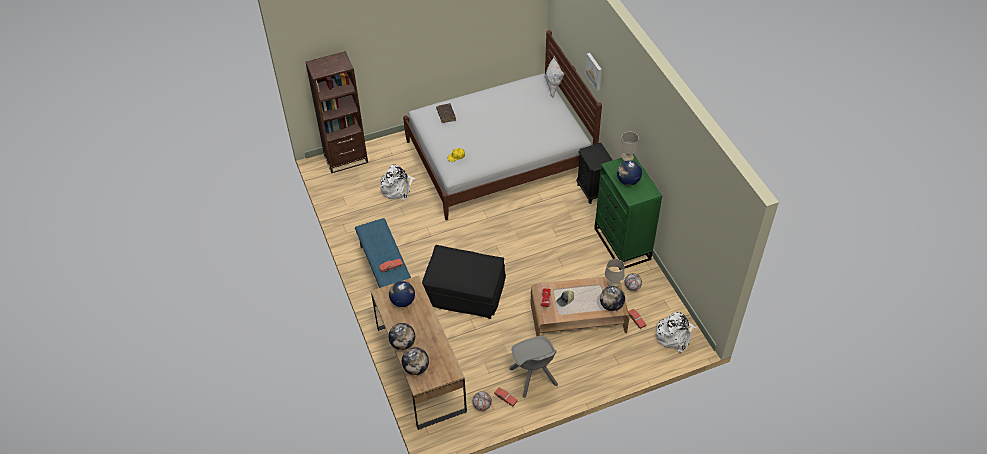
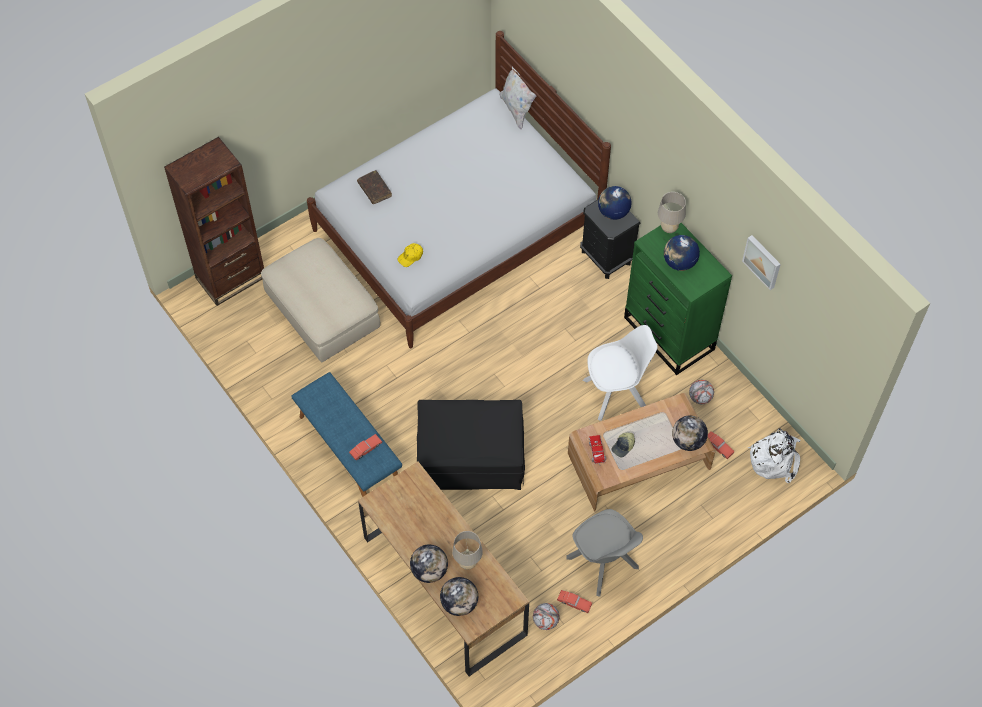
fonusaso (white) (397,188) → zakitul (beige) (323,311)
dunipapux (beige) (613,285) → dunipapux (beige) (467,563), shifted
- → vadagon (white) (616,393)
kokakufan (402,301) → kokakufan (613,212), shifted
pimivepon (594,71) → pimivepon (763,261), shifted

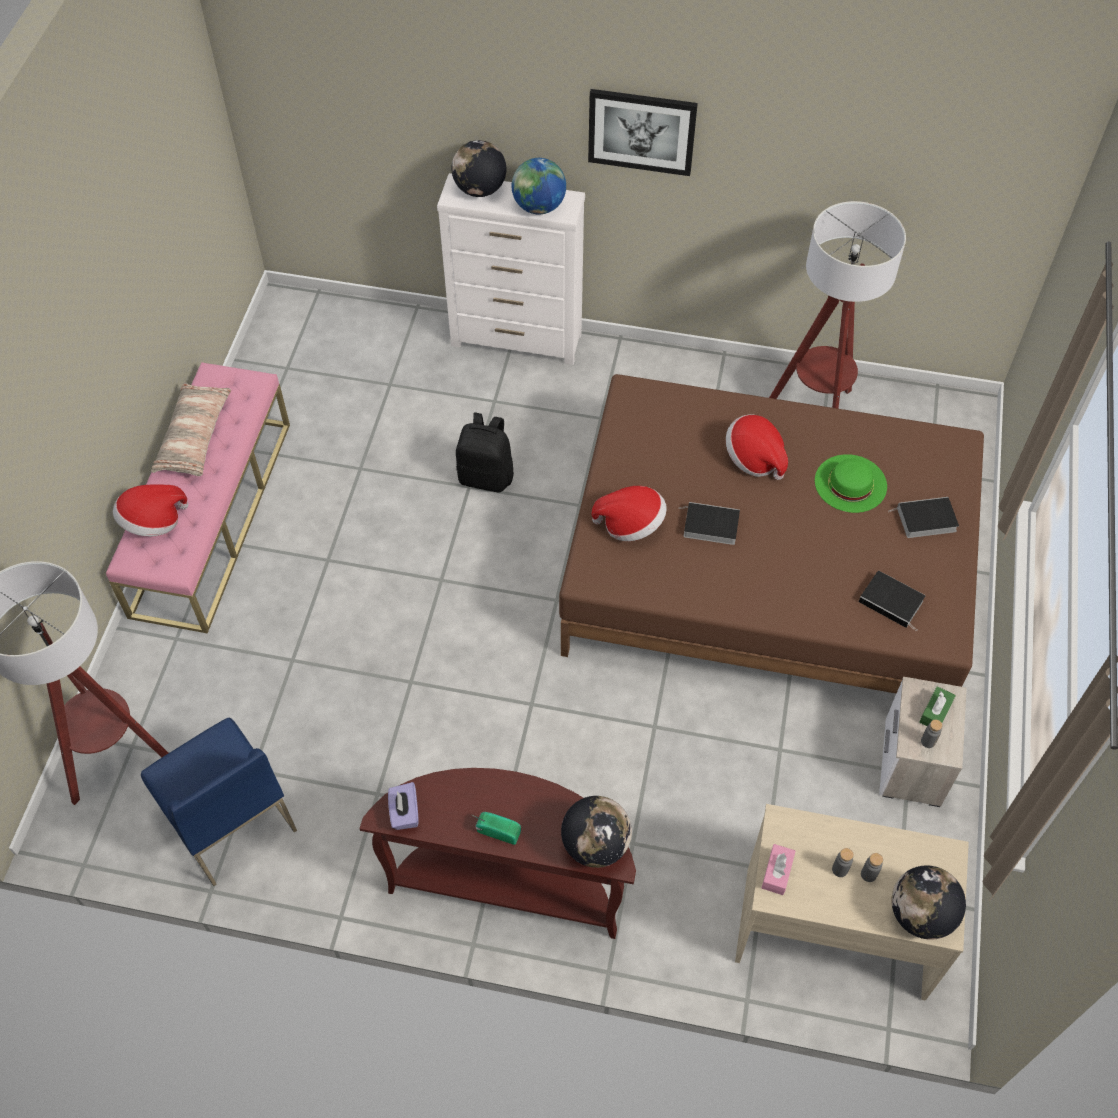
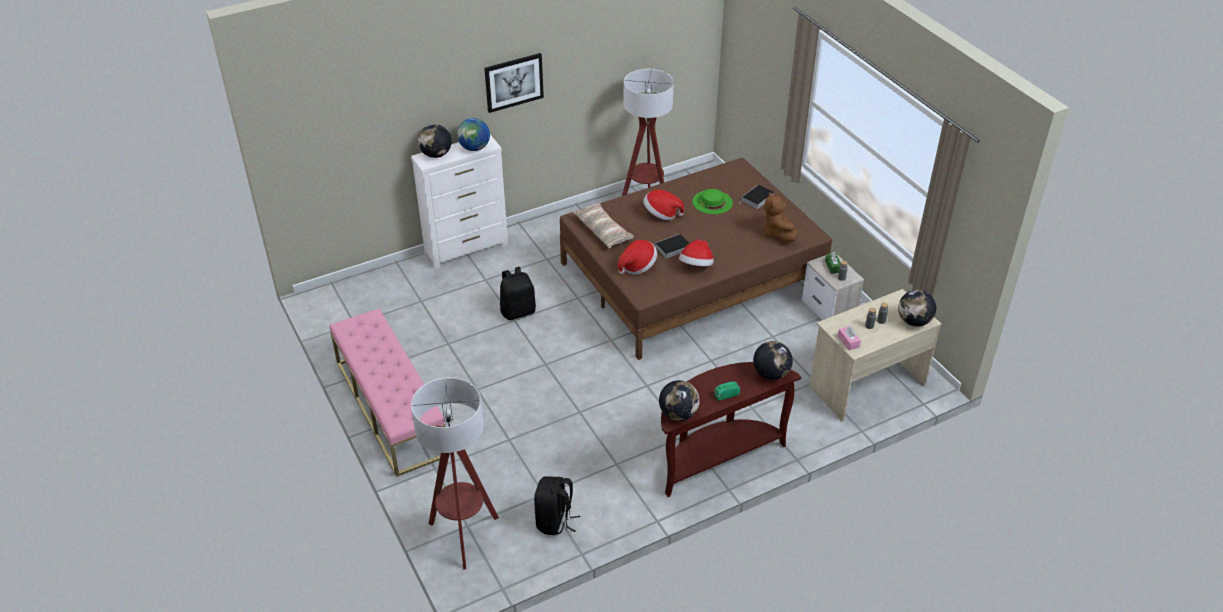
vadagon (blue) (228,819) → fonusaso (black) (555,521)
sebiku (195,437) → sebiku (603,231), shifted
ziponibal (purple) (404,813) → kokakufan (678,414)
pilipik (153,522) → pilipik (696,266), shifted
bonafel (893,602) → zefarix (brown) (778,233)

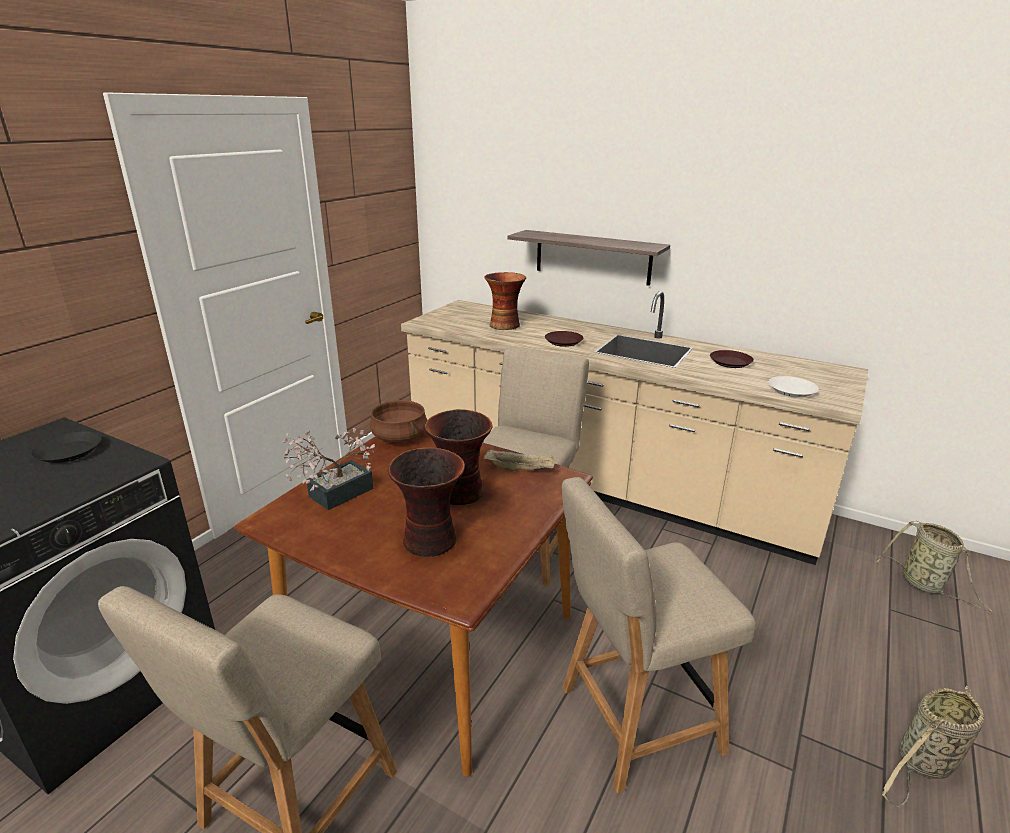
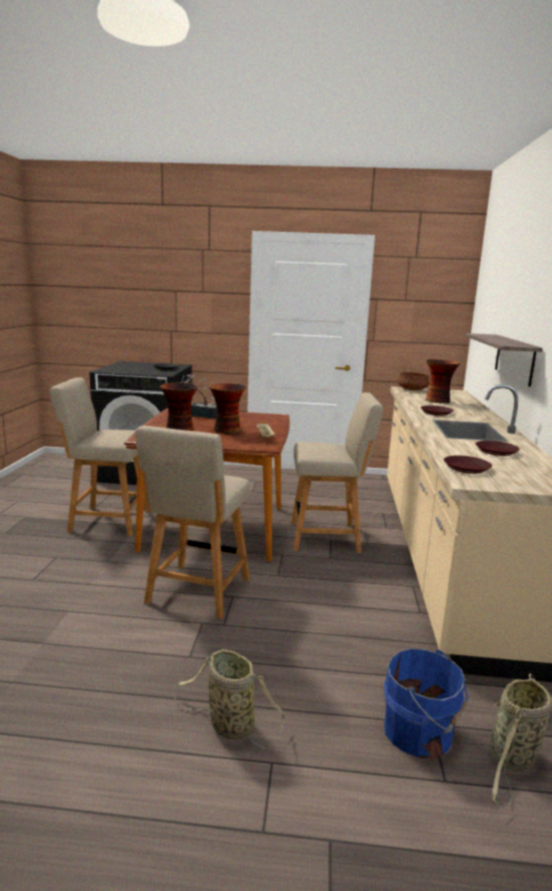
vadagon (beige) (633,721) → vadagon (beige) (196,593), 120 degrees counterclockwise
- → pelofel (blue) (421,733)
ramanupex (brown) (400,437) → ramanupex (brown) (412,390), shifted
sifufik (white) (792,390) → sifufik (brown) (467,468)

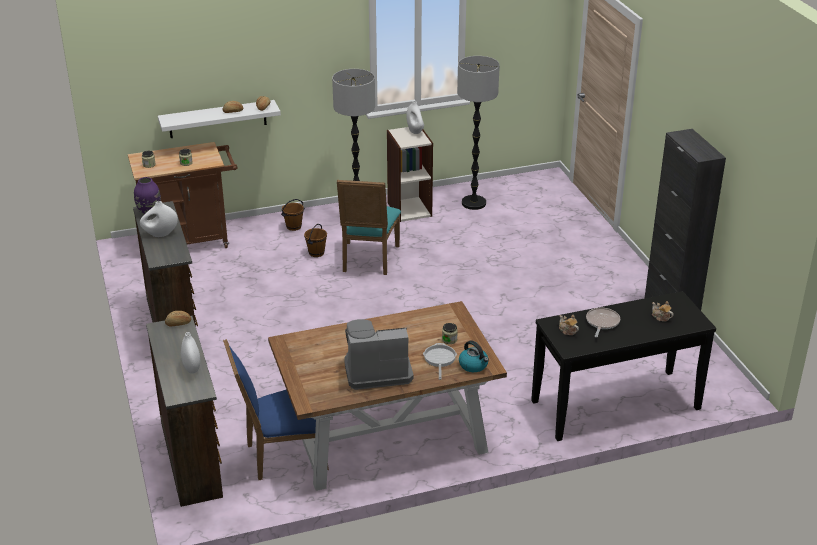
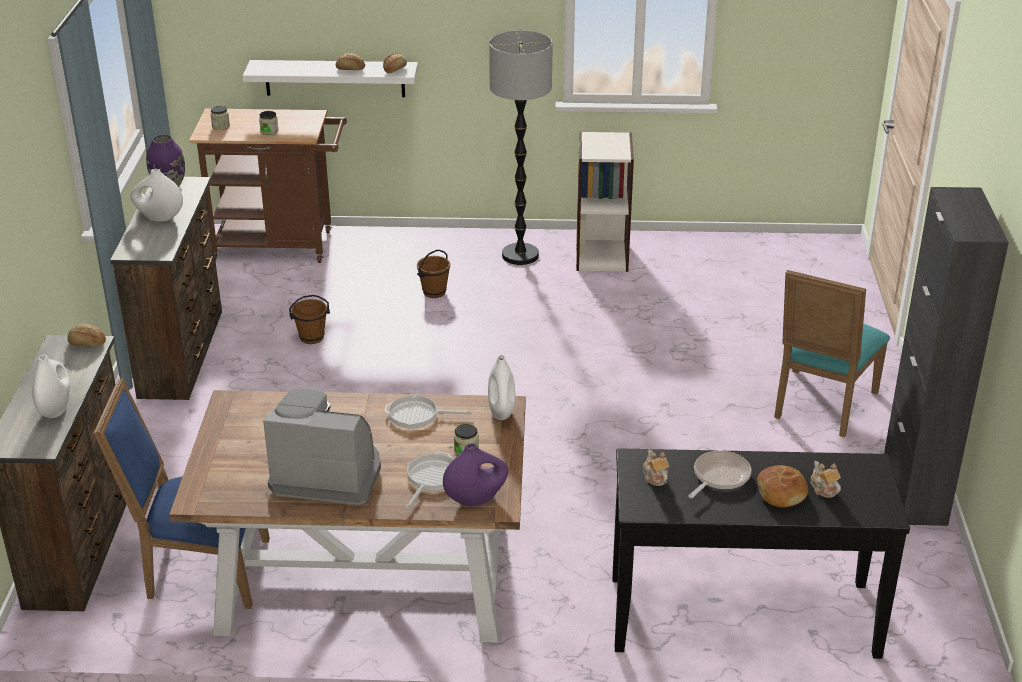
pelofel (brown) (293,227) → pelofel (brown) (311,337), shifted
- → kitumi (417,415)
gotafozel (474,365) → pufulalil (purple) (476,499)
pufulalil (white) (415,131) → pufulalil (white) (501,412), shifted
- → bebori (781,493)
vadagon (turquoise) (368,260) → vadagon (turquoise) (820,407), shifted
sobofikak (474,203) → -

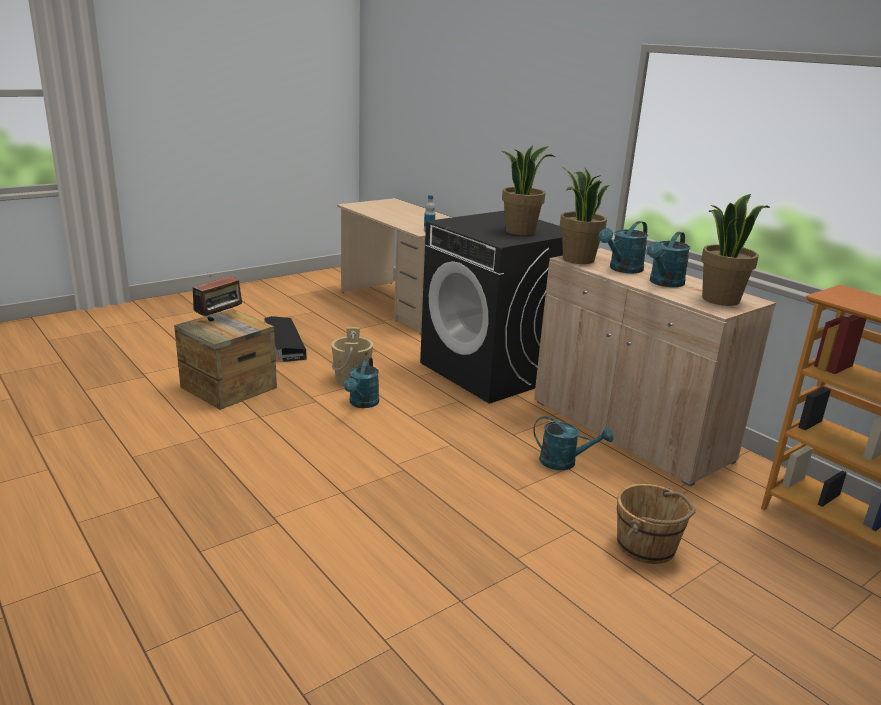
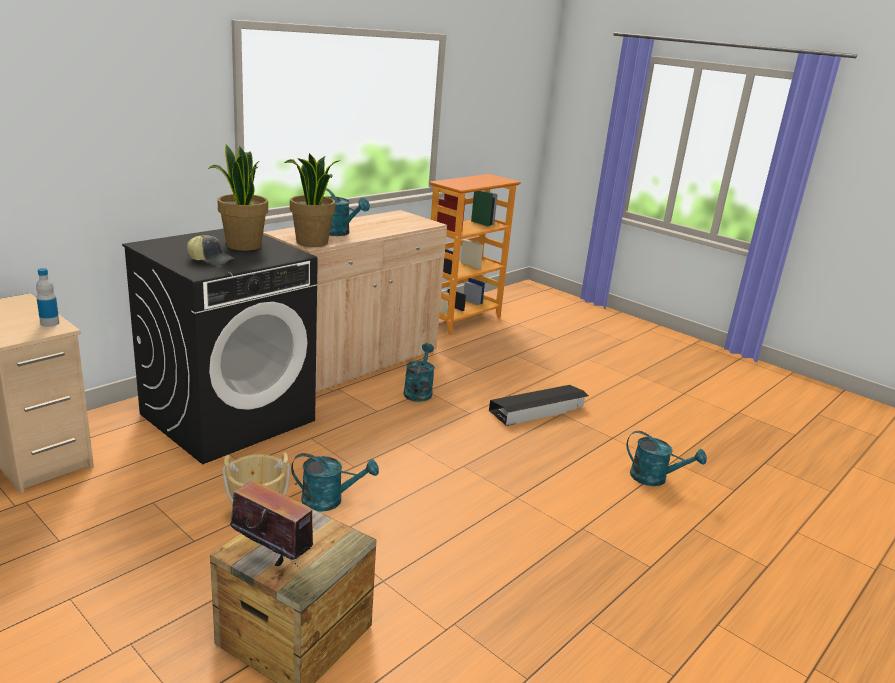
- → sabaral (211,260)
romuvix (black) (284,344) → romuvix (black) (538,410), shifted
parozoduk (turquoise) (664,283) → parozoduk (turquoise) (655,479), shifted
pelofel (brown) (647,546) → -
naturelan (720,299) → -

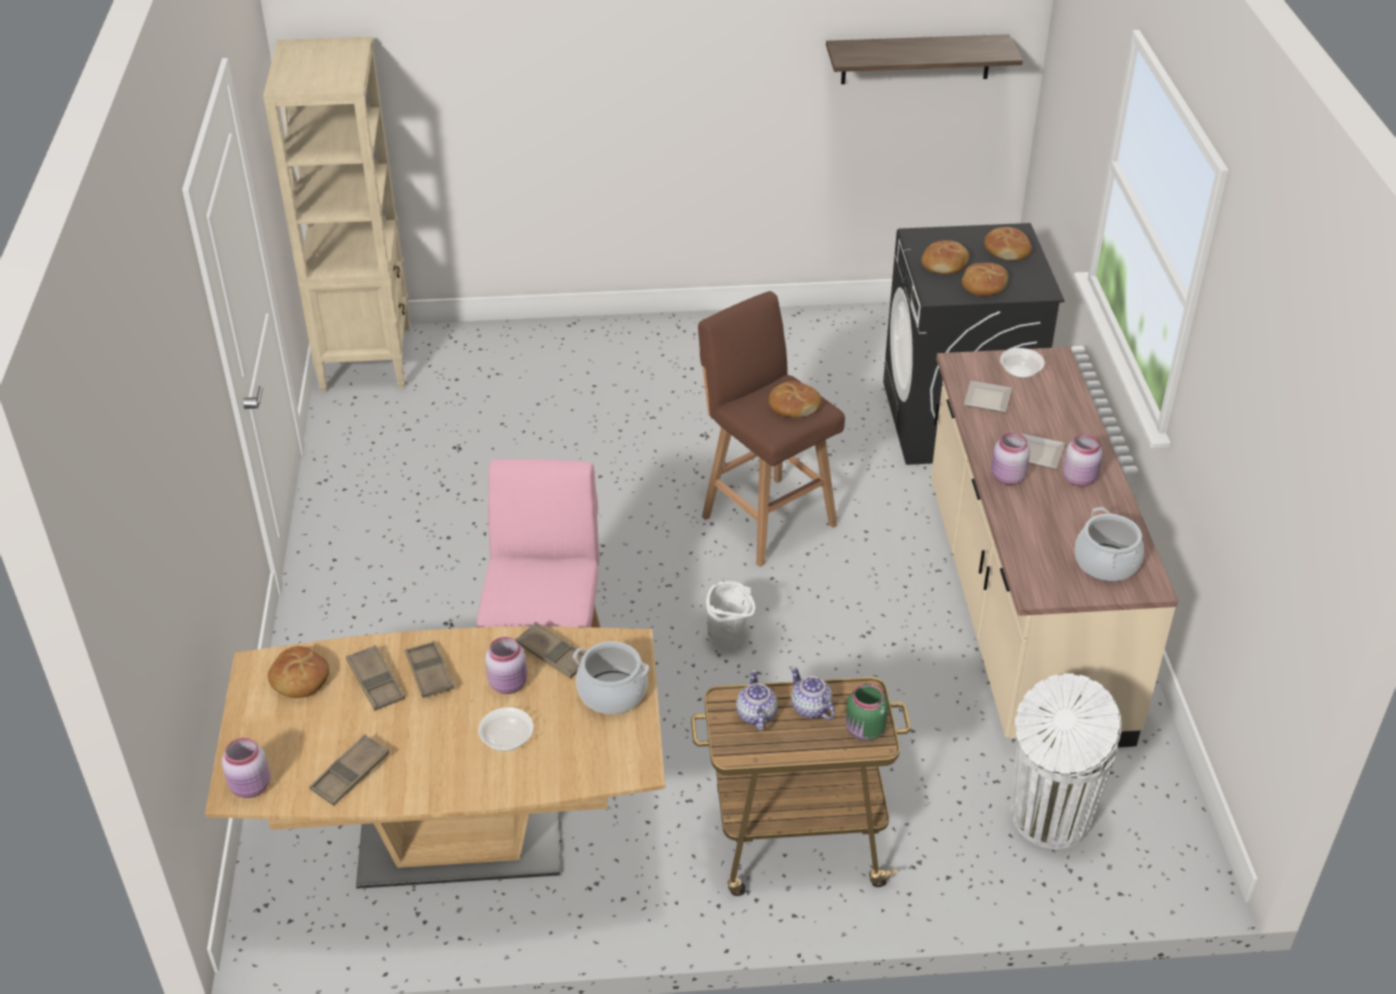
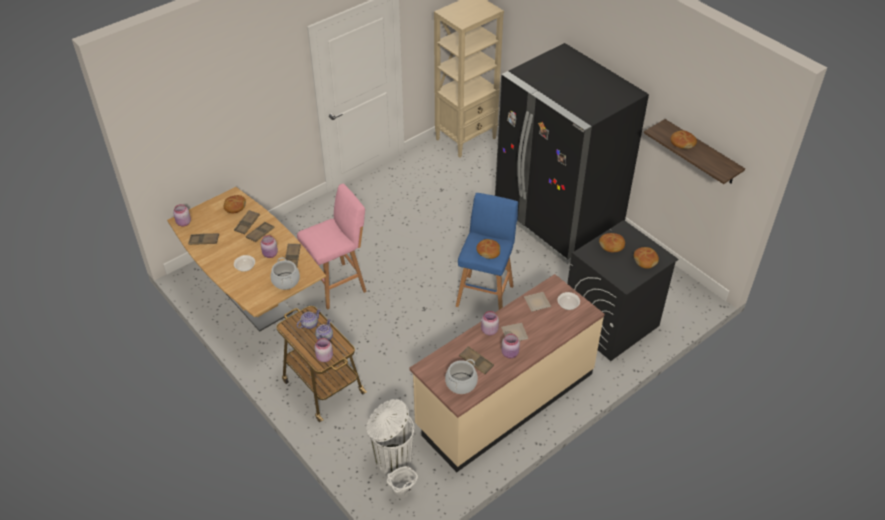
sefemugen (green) (864,731) → sefemugen (pink) (324,357)
pelofel (white) (729,640) → pelofel (white) (402,494), shifted
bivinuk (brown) (766,518) → bivinuk (blue) (485,294)
- → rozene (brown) (476,362)
- → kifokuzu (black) (557,220)
bebori (983,286) → bebori (682,143), shifted

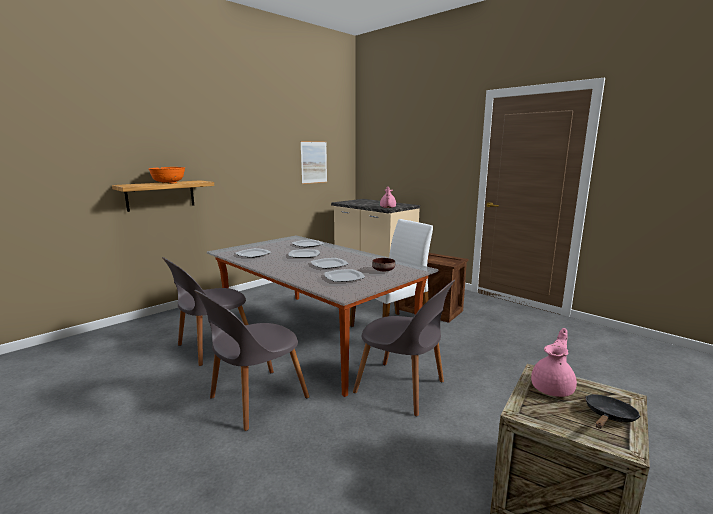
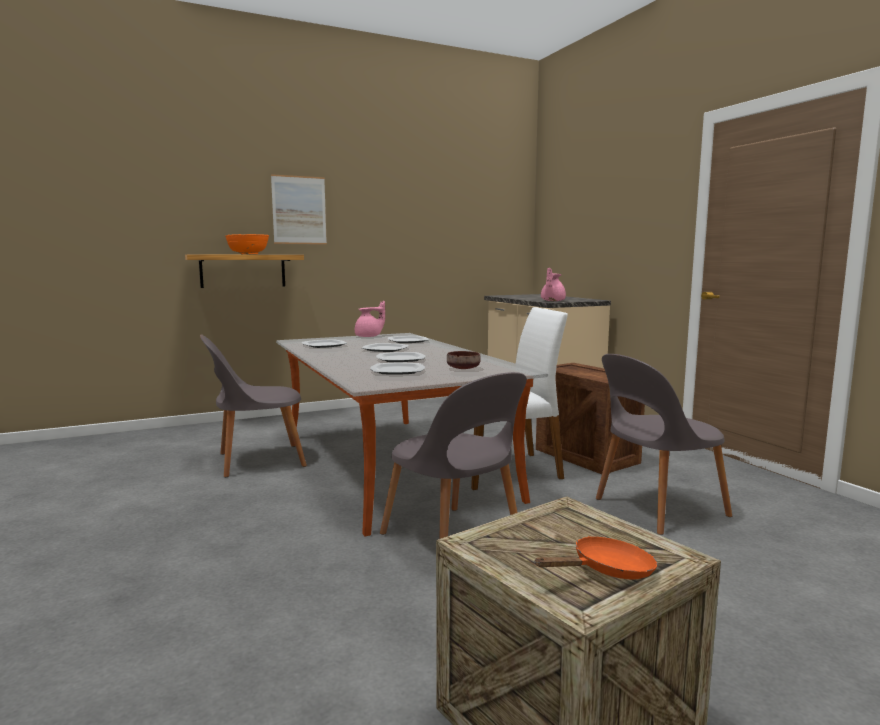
pimivepon (314,162) → pimivepon (299,210), shifted
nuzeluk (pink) (553,388) → nuzeluk (pink) (369,336), shifted
kitumi (black) (609,417) → kitumi (orange) (607,571)
vadagon (grey) (255,399) → vadagon (grey) (656,508), shifted

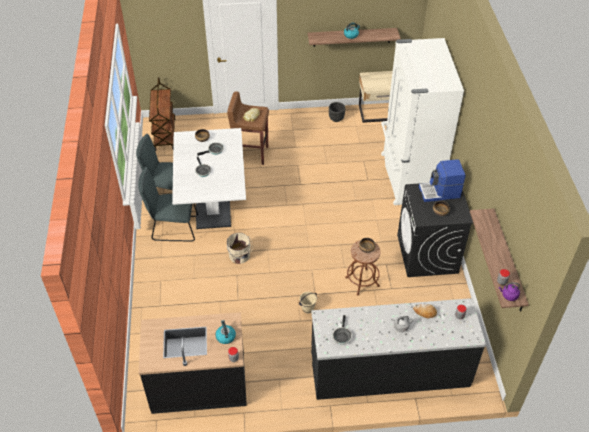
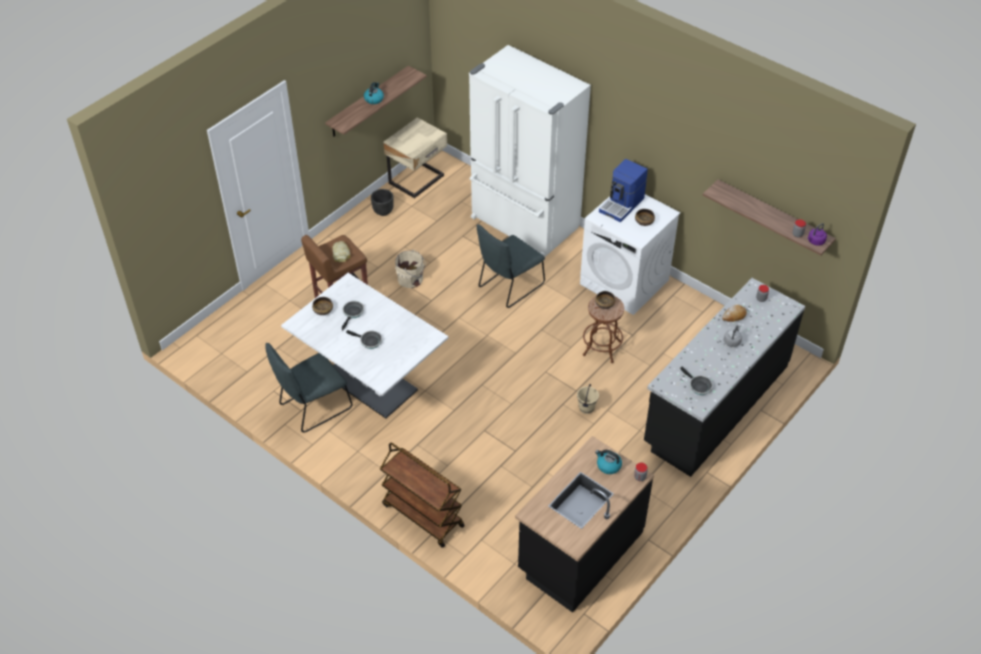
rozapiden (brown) (164,134) → rozapiden (brown) (422,515), shifted
pelofel (beige) (239,256) → pelofel (beige) (411,279), shifted
vadagon (grey) (172,228) → vadagon (grey) (509,287), shifted
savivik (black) (427,254) → savivik (white) (624,282)

